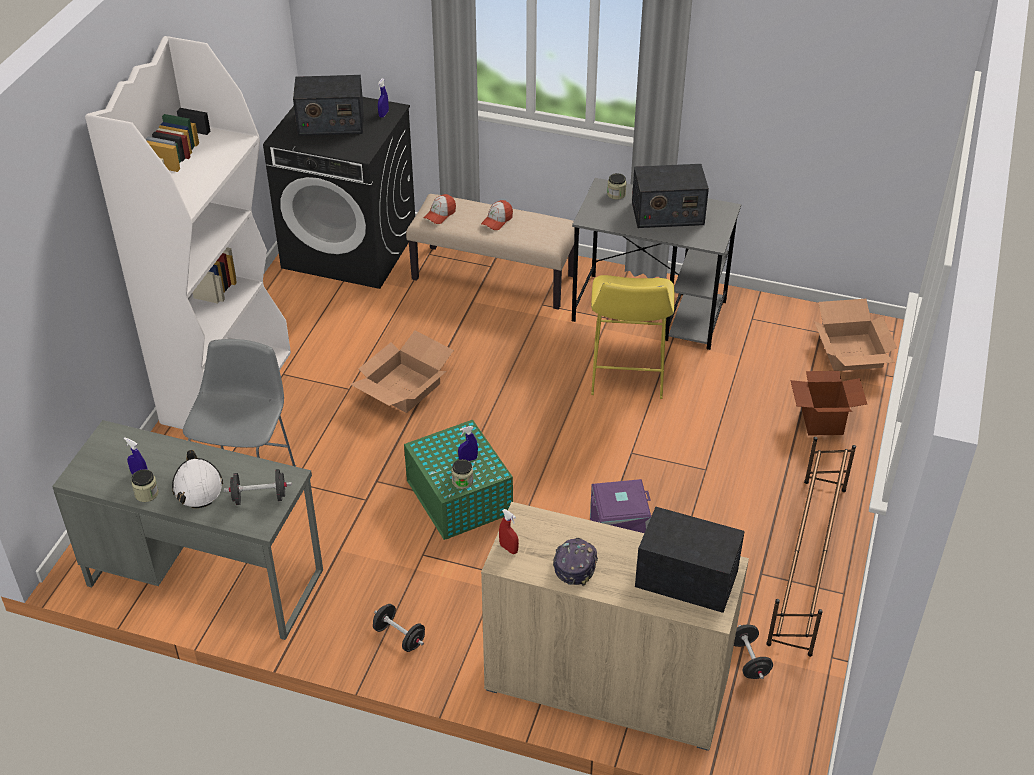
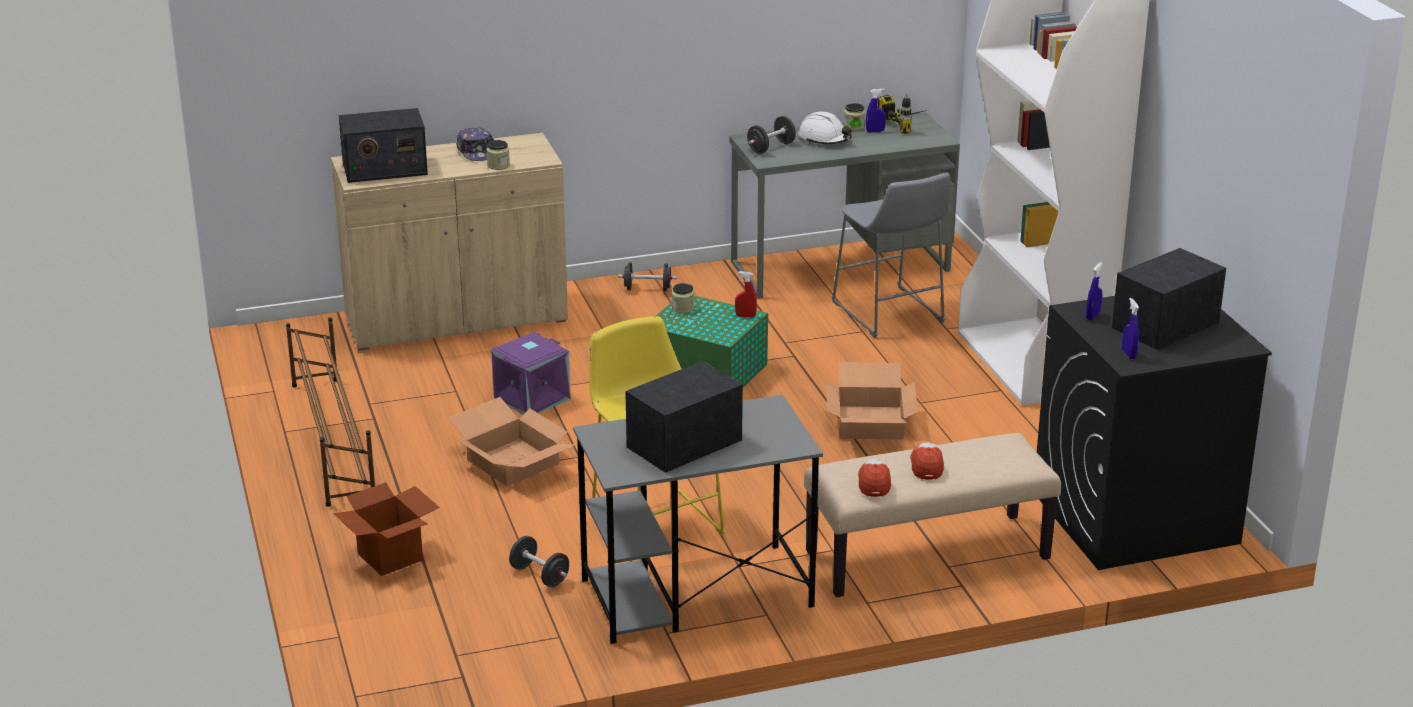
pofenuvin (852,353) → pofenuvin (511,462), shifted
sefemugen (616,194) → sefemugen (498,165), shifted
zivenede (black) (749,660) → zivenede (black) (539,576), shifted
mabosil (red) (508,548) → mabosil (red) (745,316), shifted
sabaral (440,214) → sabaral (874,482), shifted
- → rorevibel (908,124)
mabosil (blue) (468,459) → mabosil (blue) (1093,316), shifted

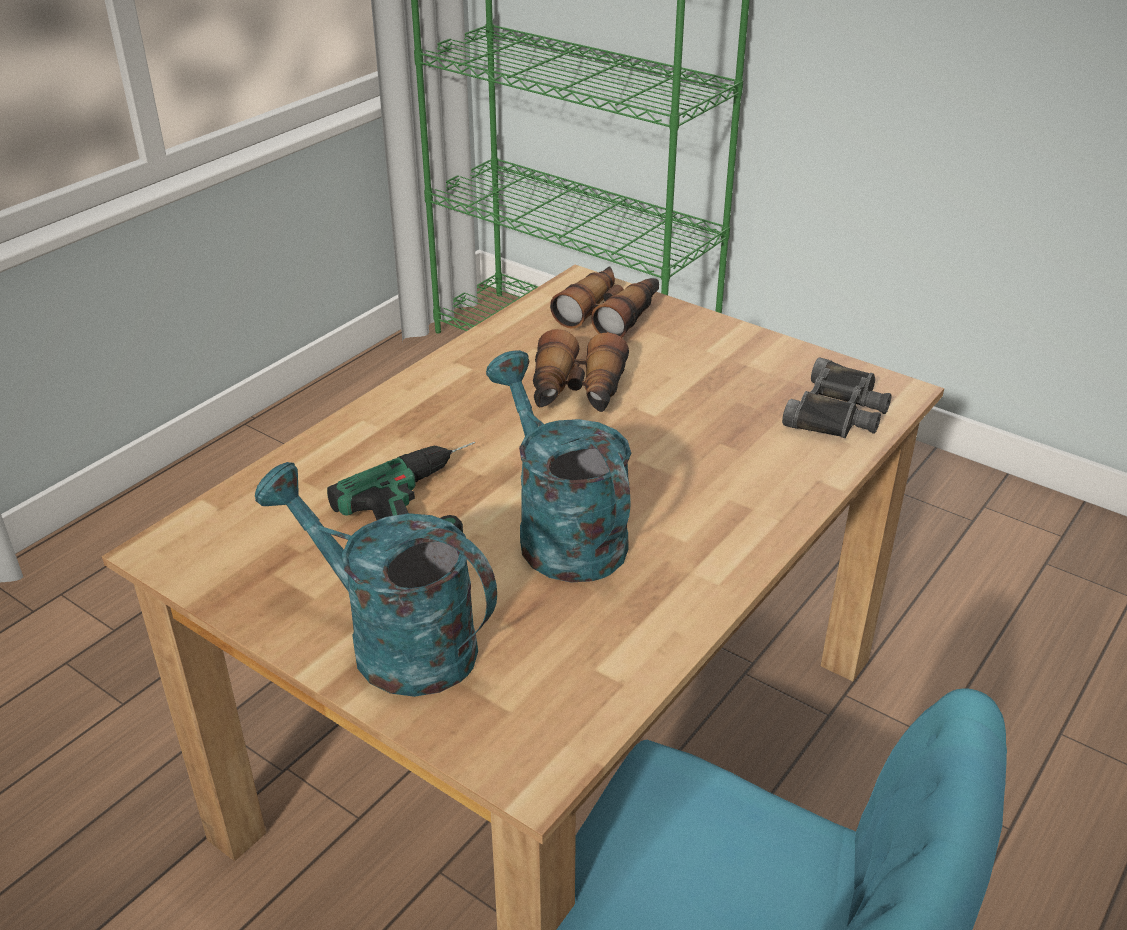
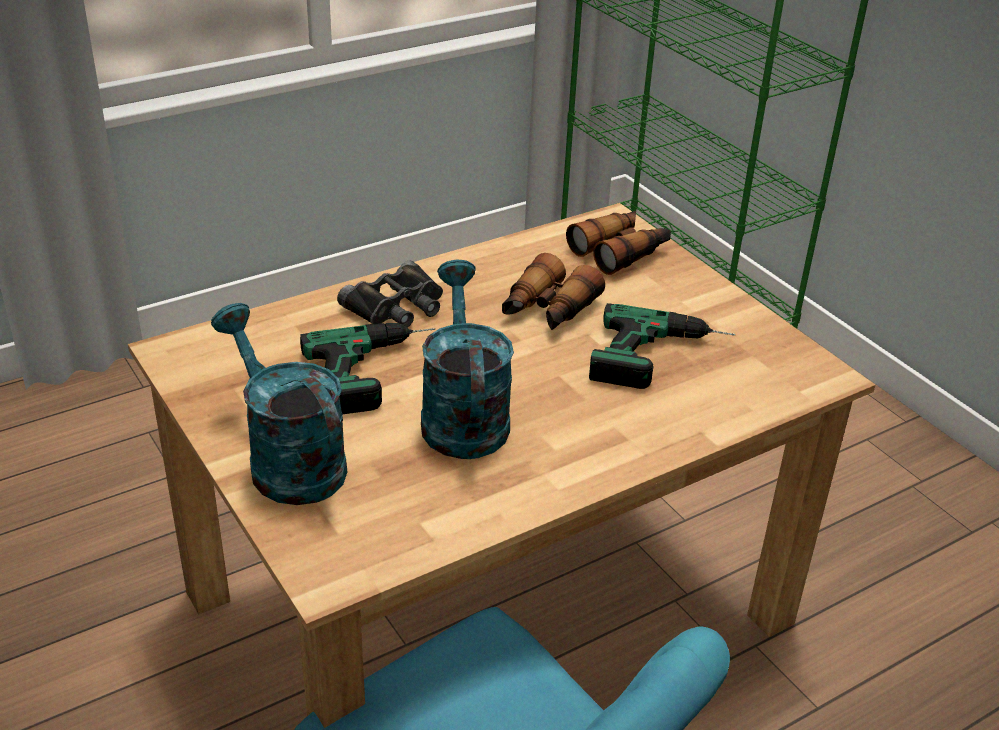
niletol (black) (838,411) → niletol (black) (397,306), shifted
- → rorevibel (662,358)

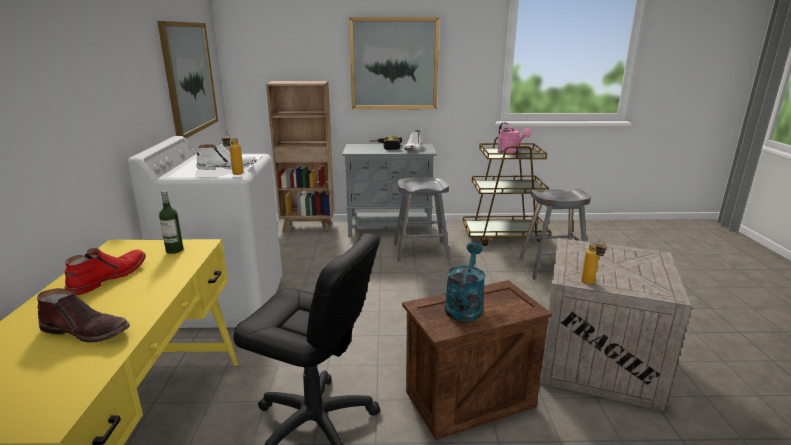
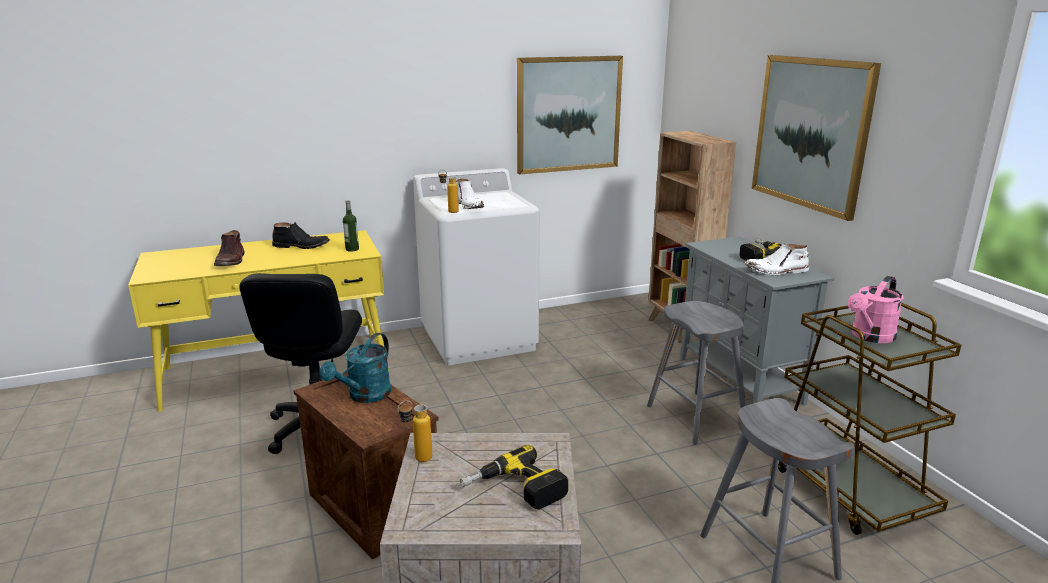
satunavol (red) (108,277) → satunavol (black) (302,246)
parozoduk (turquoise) (464,306) → parozoduk (turquoise) (365,396), 120 degrees clockwise
- → rorevibel (514,491)

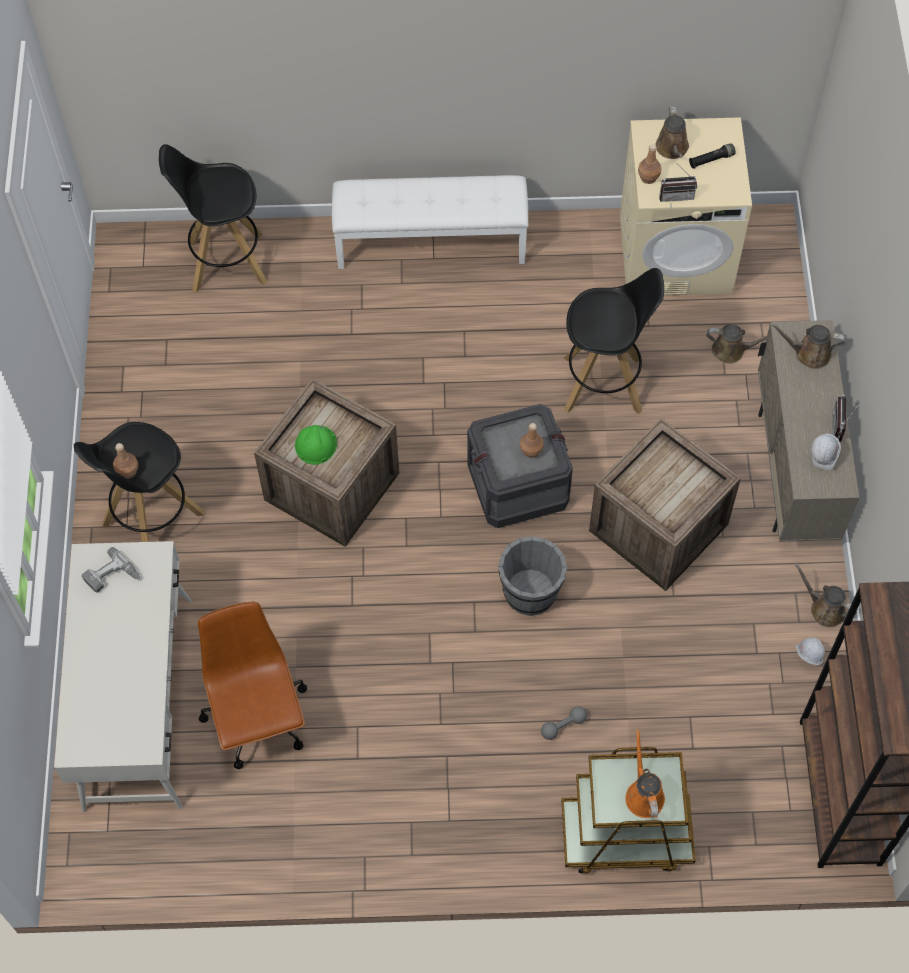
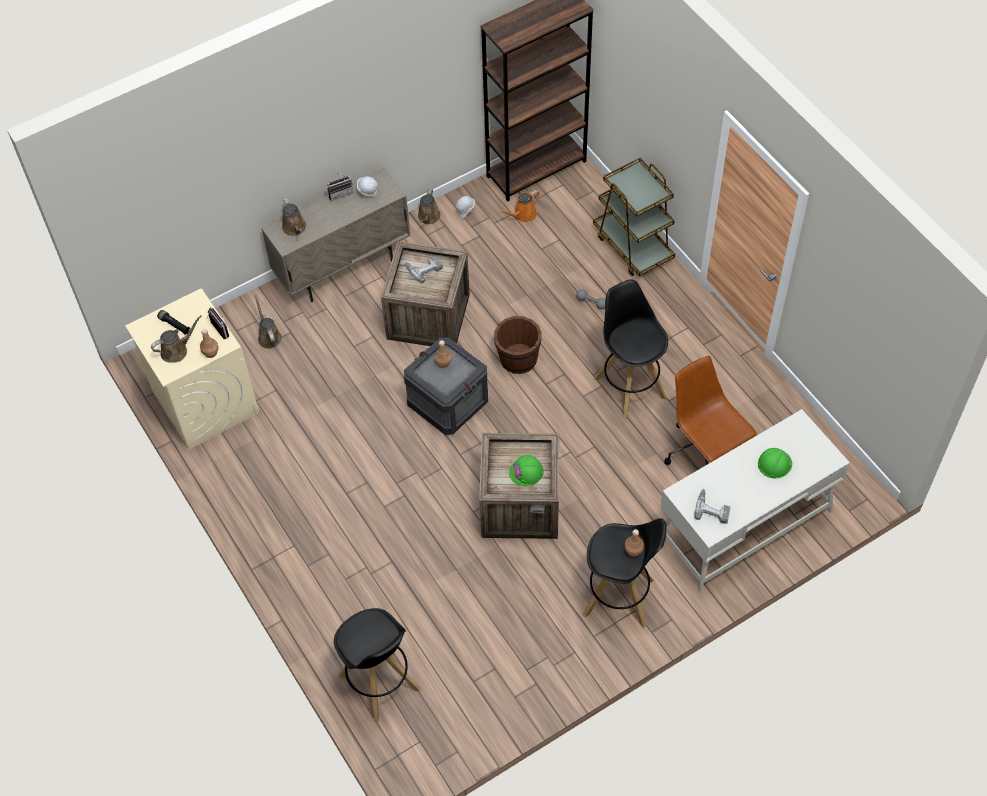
- → rorevibel (423,268)
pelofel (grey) (530,591) → pelofel (brown) (518,359)
parozoduk (orange) (643,794) → parozoduk (orange) (523,215), shifted
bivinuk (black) (604,384) → bivinuk (black) (629,386), shifted
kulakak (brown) (258,719) → kulakak (brown) (704,453), 105 degrees clockwise
- → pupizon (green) (774,463)
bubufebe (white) (431,242) → -

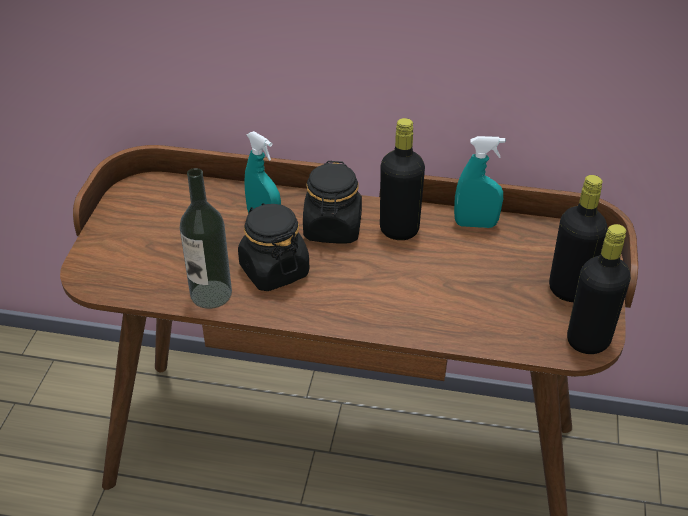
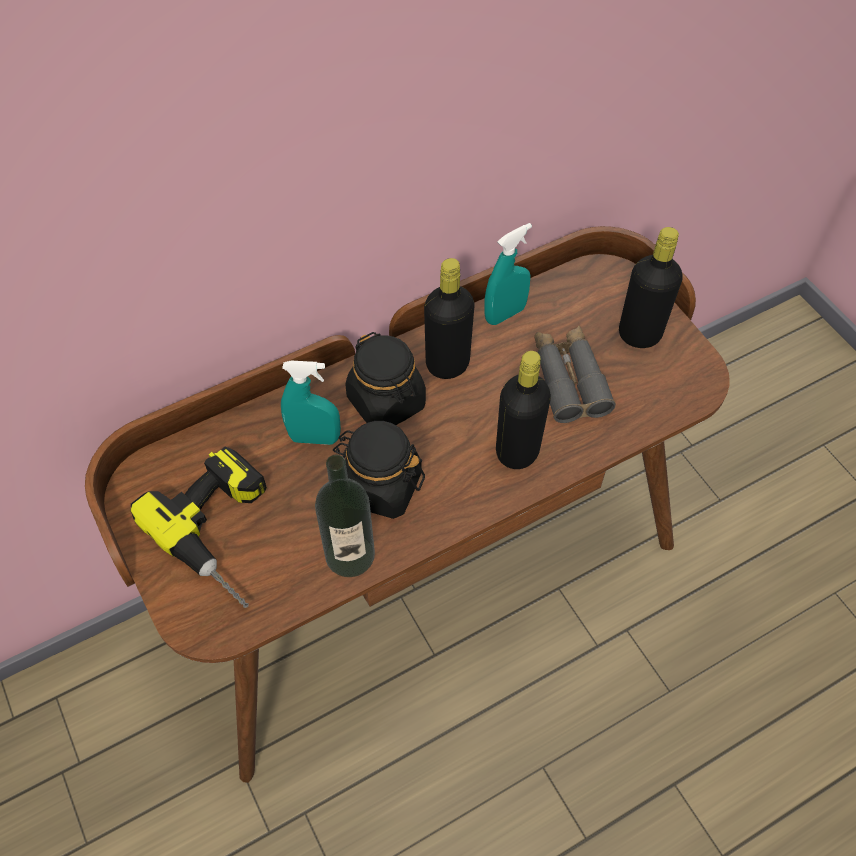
- → rorevibel (227,532)
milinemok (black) (588,341) → milinemok (black) (517,451), shifted
- → niletol (grey) (569,380)

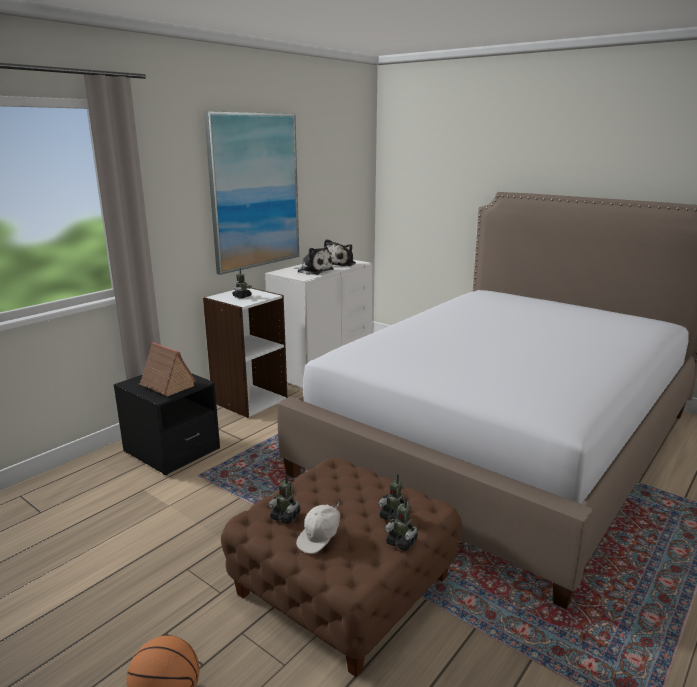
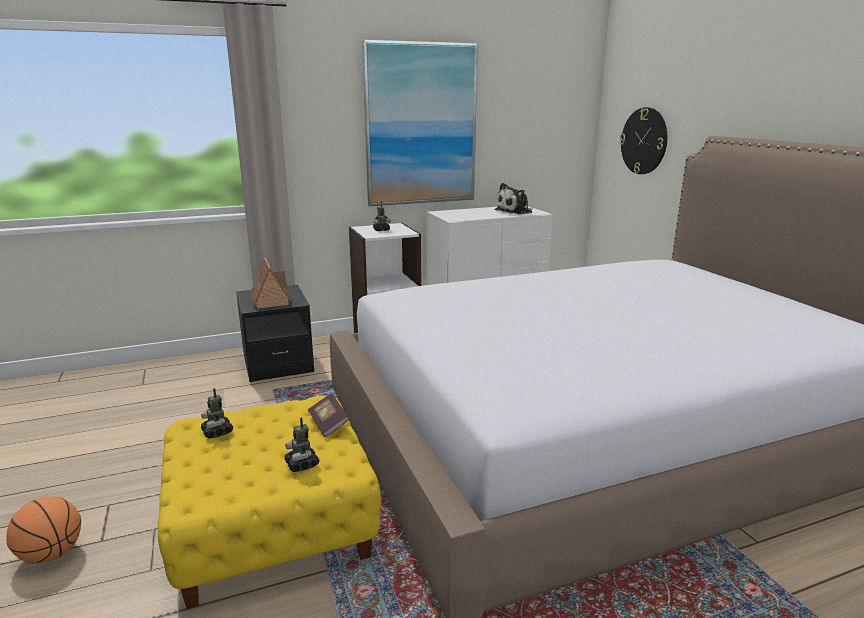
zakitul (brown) (344,586) → zakitul (yellow) (273,525)
- → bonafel (328,423)
- → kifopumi (644,141)
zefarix (314,271) → -
sabaral (white) (320,539) → -
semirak (401,542) → -

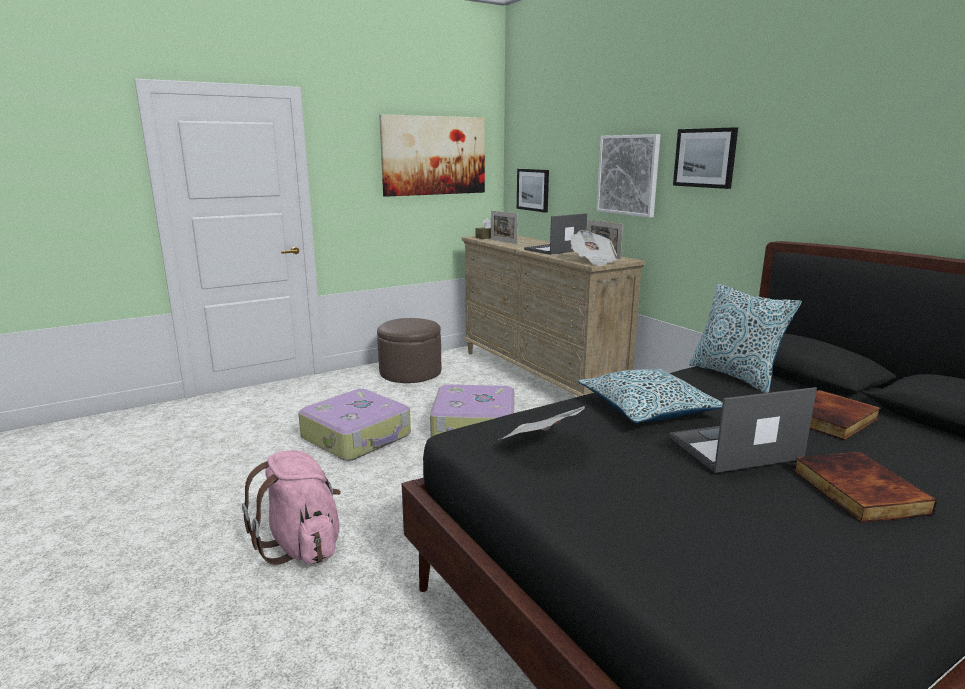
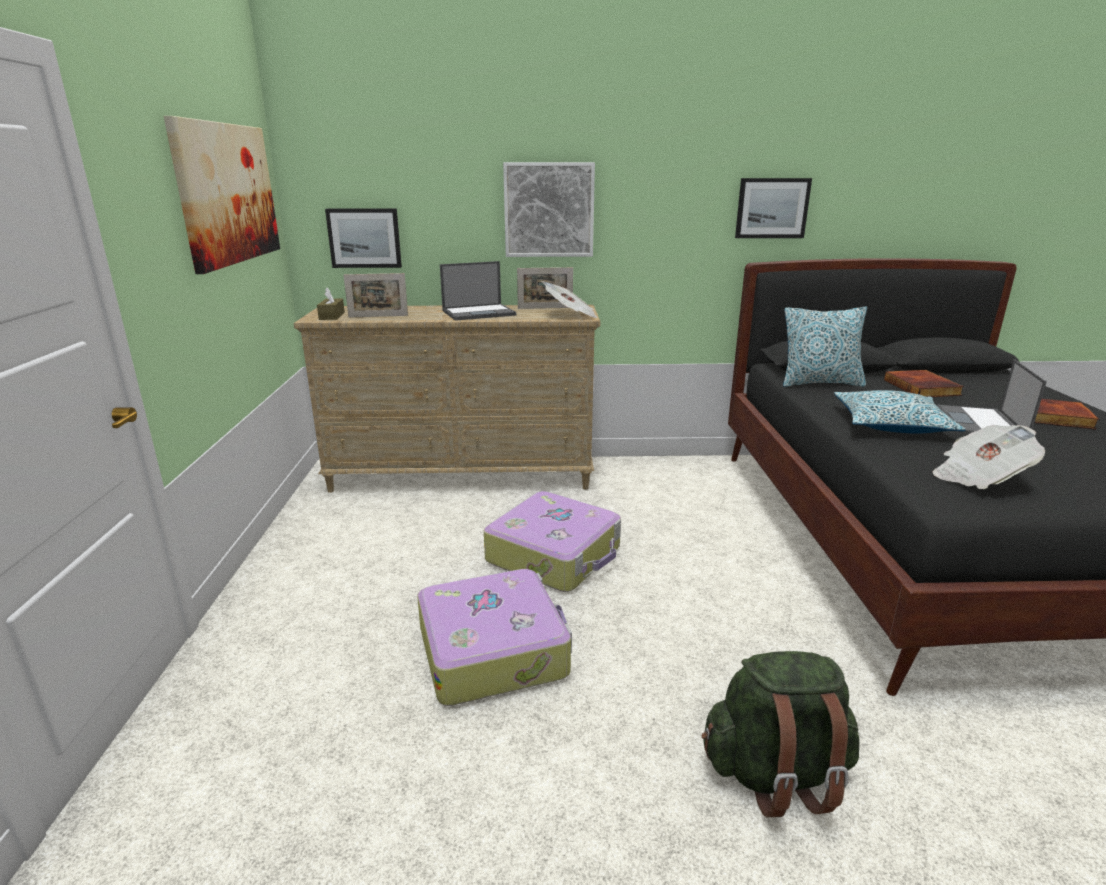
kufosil (554,250) → kufosil (479,313), 105 degrees counterclockwise
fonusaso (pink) (302,546) → fonusaso (green) (775,774)
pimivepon (705,158) → pimivepon (772,208), shifted
zakitul (brown) (410,372) → -

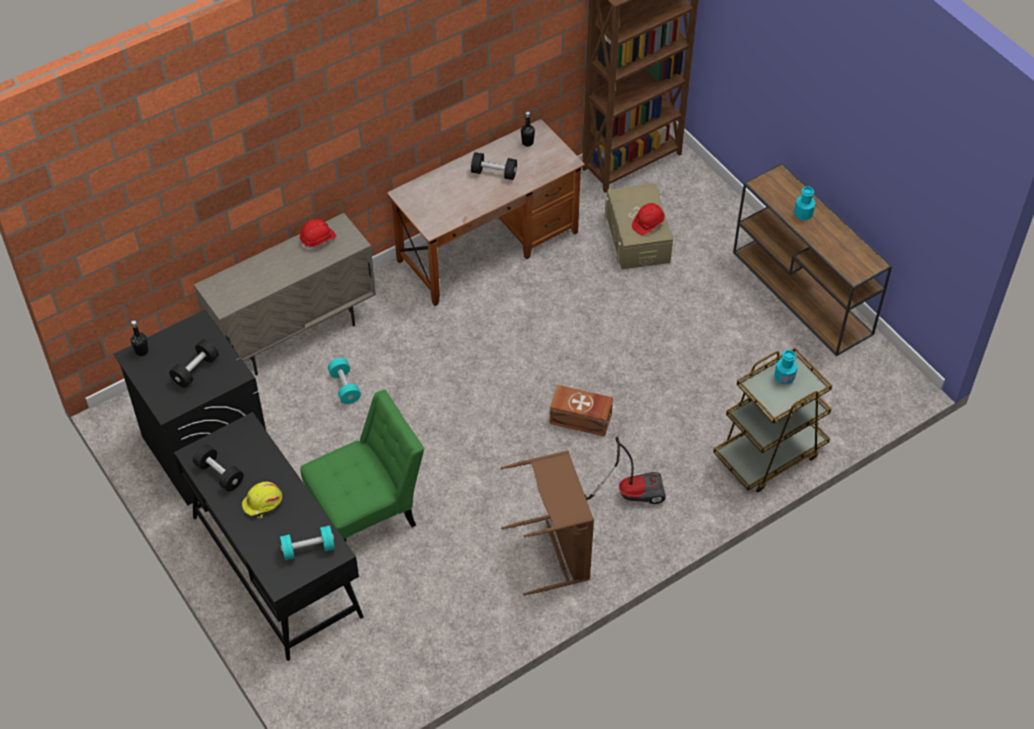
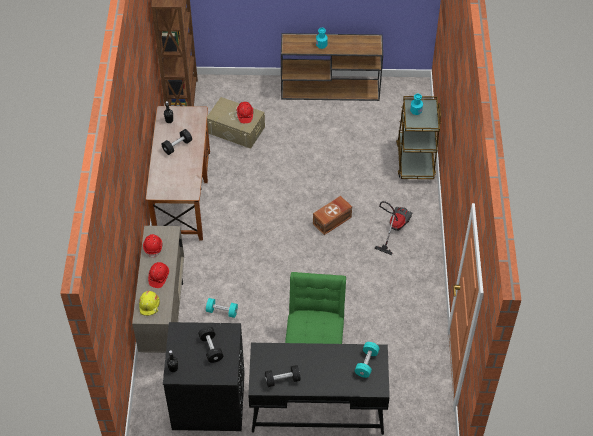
pupizon (yellow) (263,503) → pupizon (yellow) (149,305), shifted
- → pupizon (red) (158,277)
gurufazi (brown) (555,551) → -

